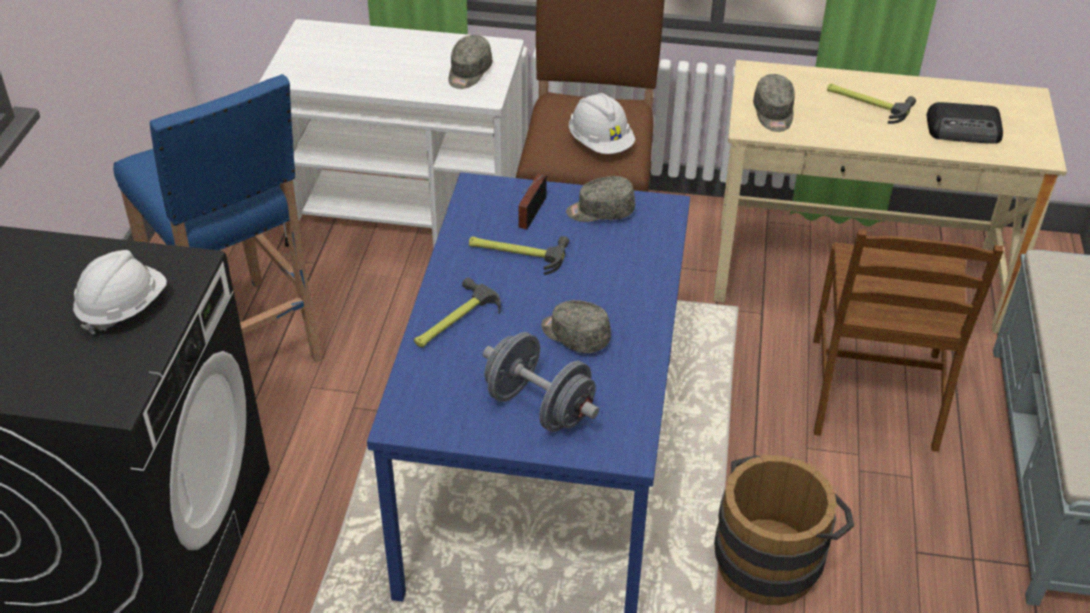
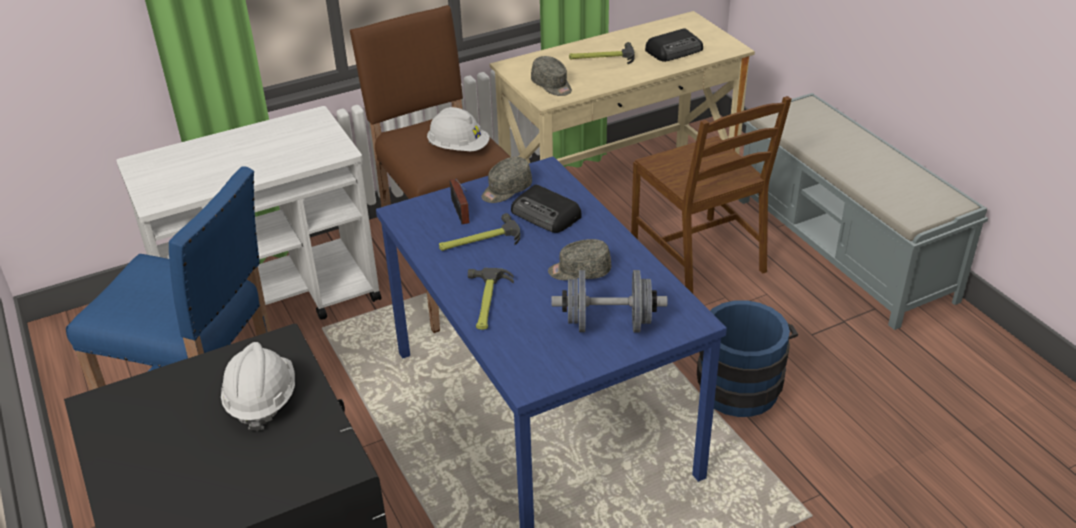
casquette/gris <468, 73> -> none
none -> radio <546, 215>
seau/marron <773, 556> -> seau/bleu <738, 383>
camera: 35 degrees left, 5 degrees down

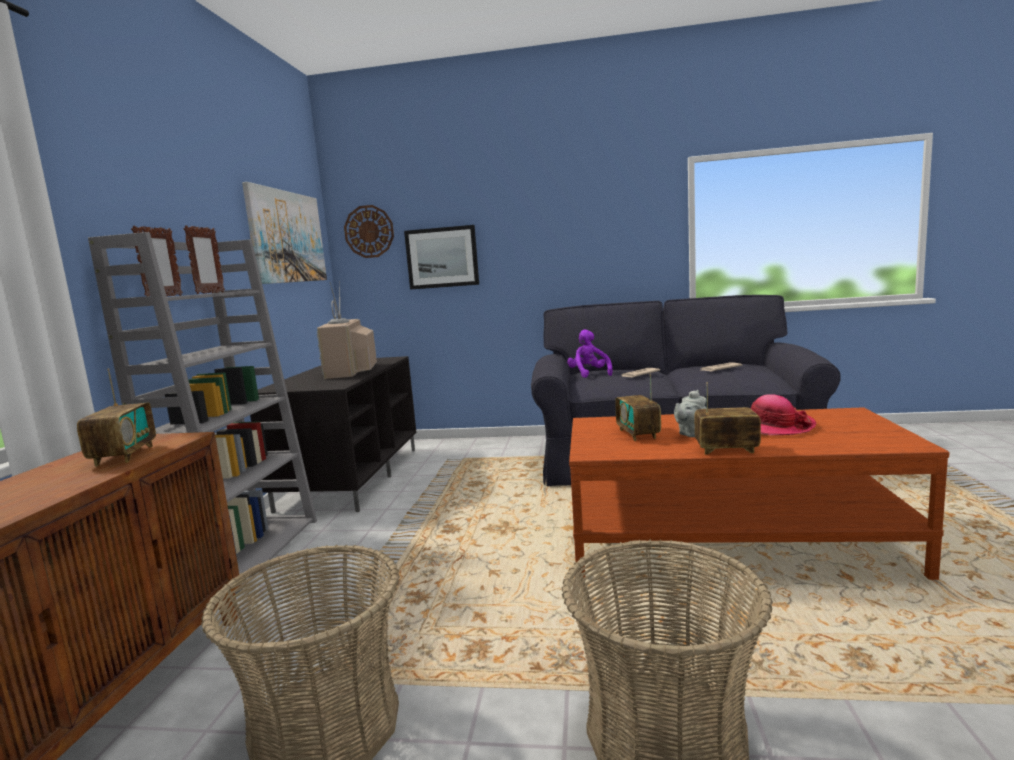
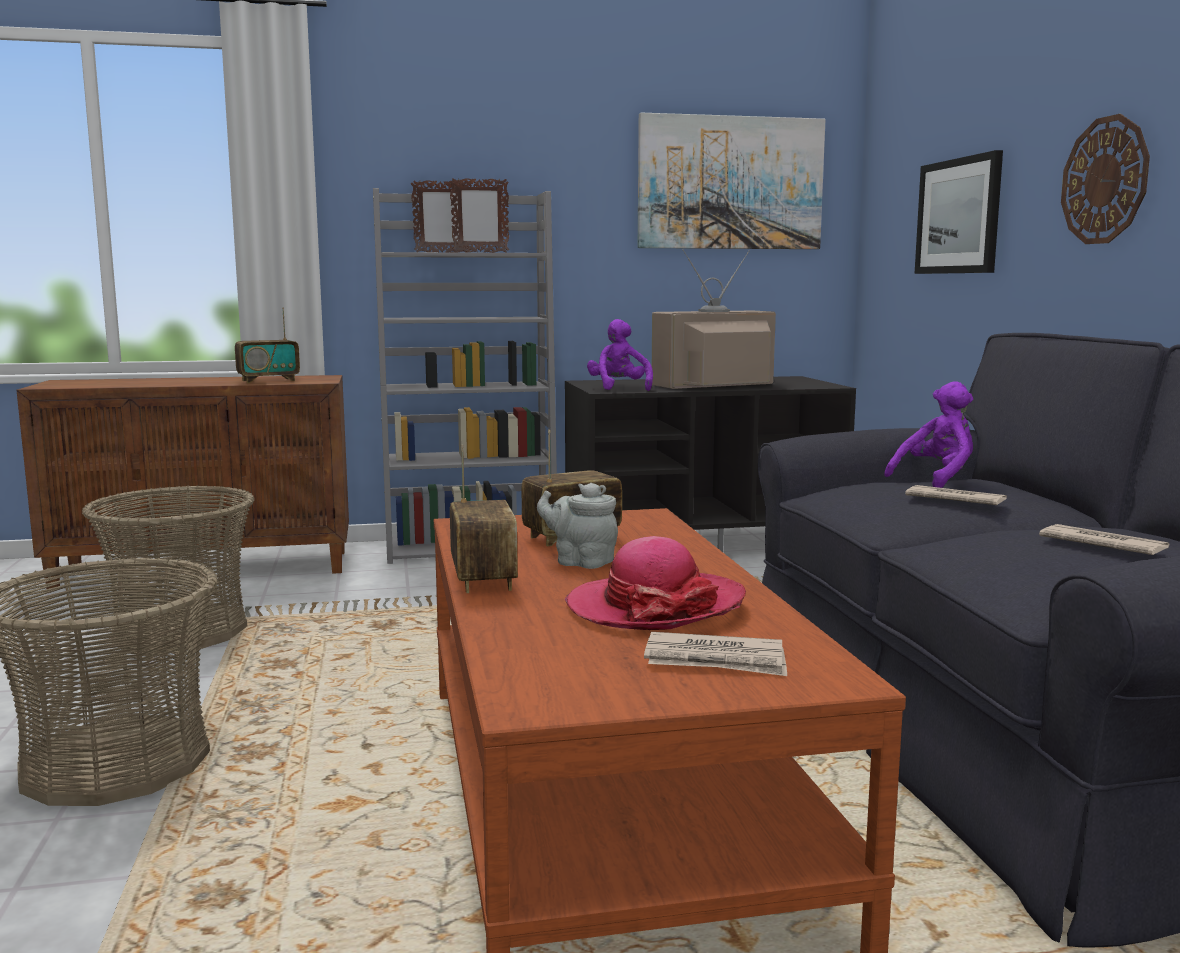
none -> peluche/violet <619, 388>
none -> journal <716, 660>
horloge murale <369, 231> -> horloge murale <1105, 180>, shifted
camera: 70 degrees right, 0 degrees up

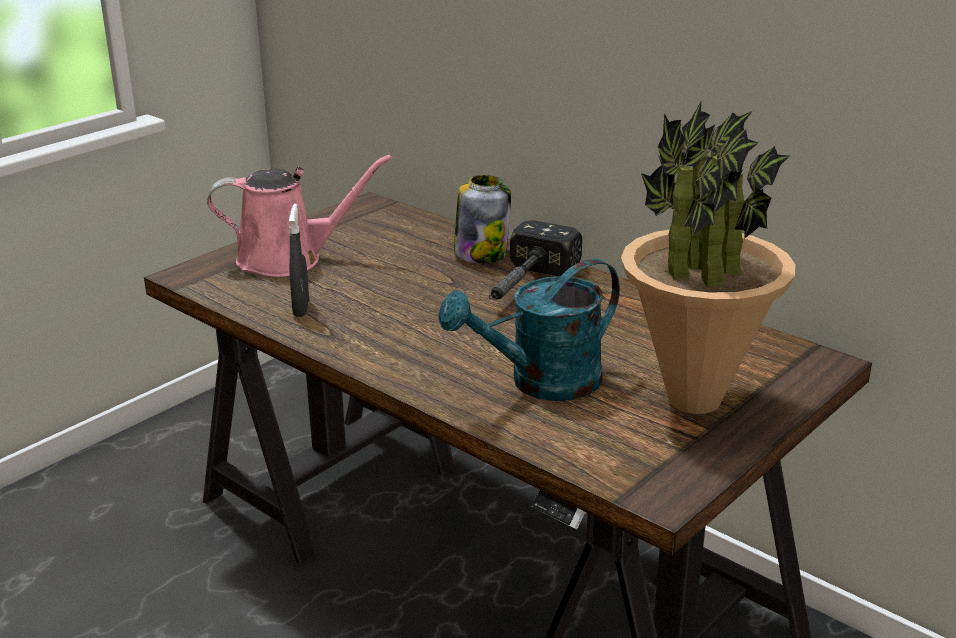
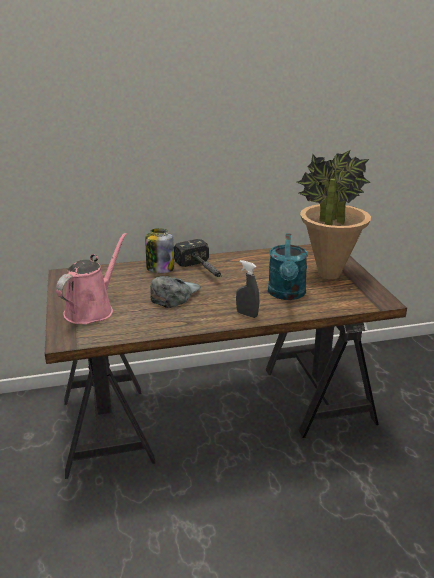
none -> casquette/gris <174, 295>
vaporisateur/gris <301, 309> -> vaporisateur/gris <247, 314>, shifted
camera: 55 degrees left, 0 degrees up

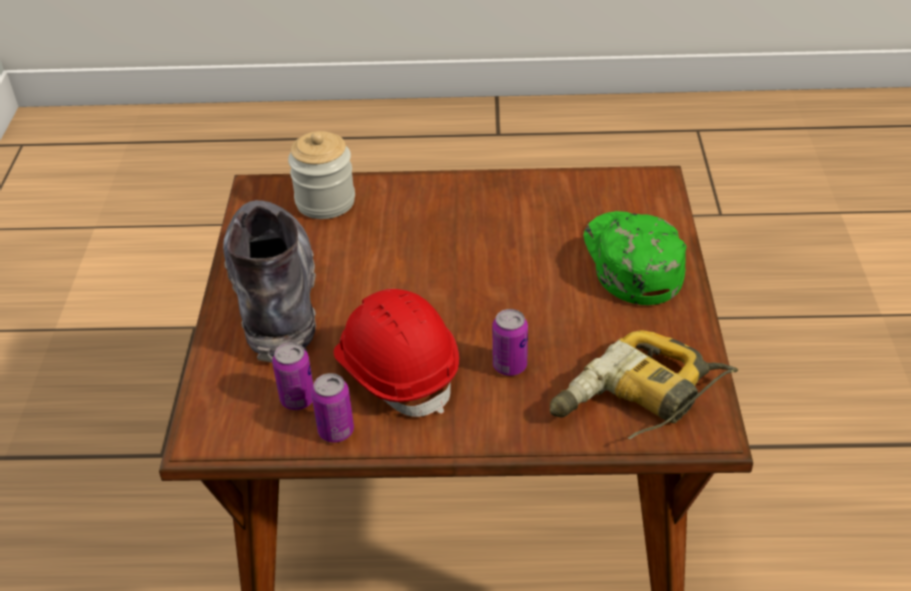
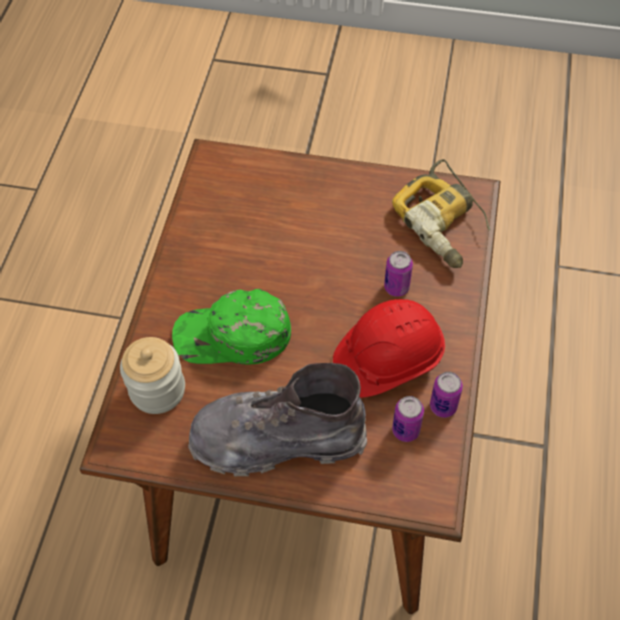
casquette/vert <630, 260> -> casquette/vert <232, 336>, shifted
camera: 80 degrees left, 15 degrees up

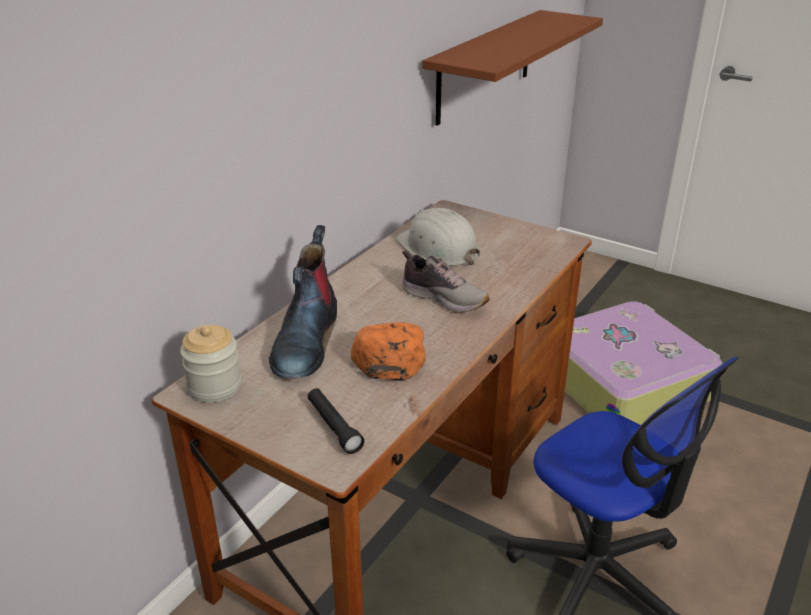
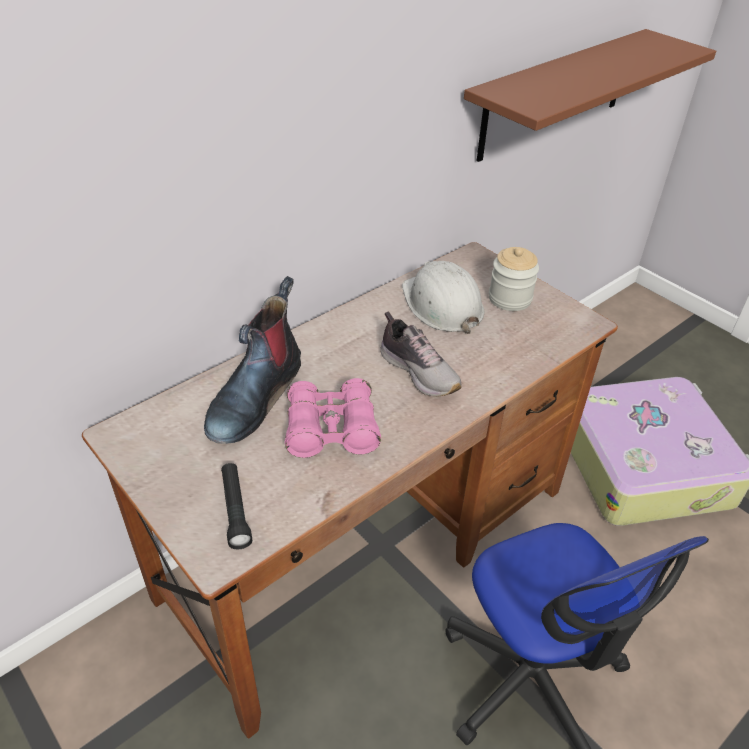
bocal <215, 387> -> bocal <510, 299>, shifted
casquette/orange <389, 353> -> jumelles/rose <331, 430>
camera: 15 degrees right, 10 degrees up

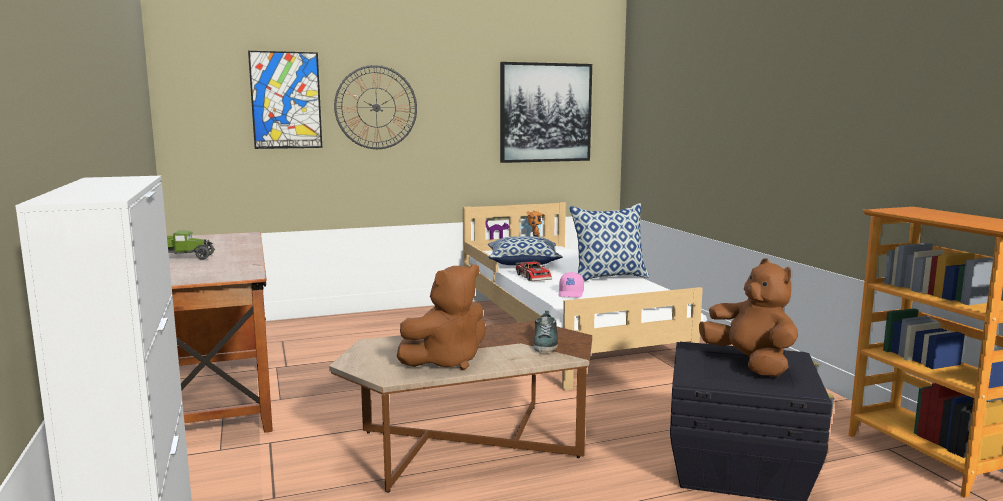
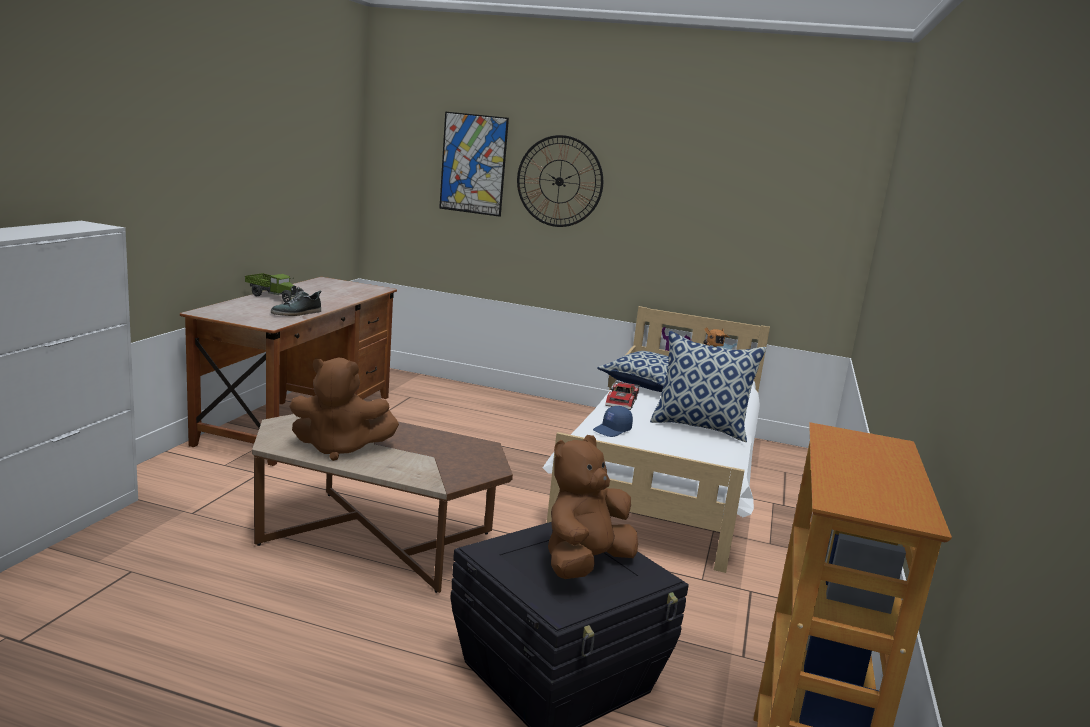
tableau <545, 112> -> none
chaussure <546, 343> -> chaussure <297, 313>, shifted
casquette/rose <571, 293> -> casquette/bleu <612, 430>
peluche/marron <750, 364> -> peluche/marron <584, 564>, 150 degrees counterclockwise
camera: 35 degrees right, 5 degrees up

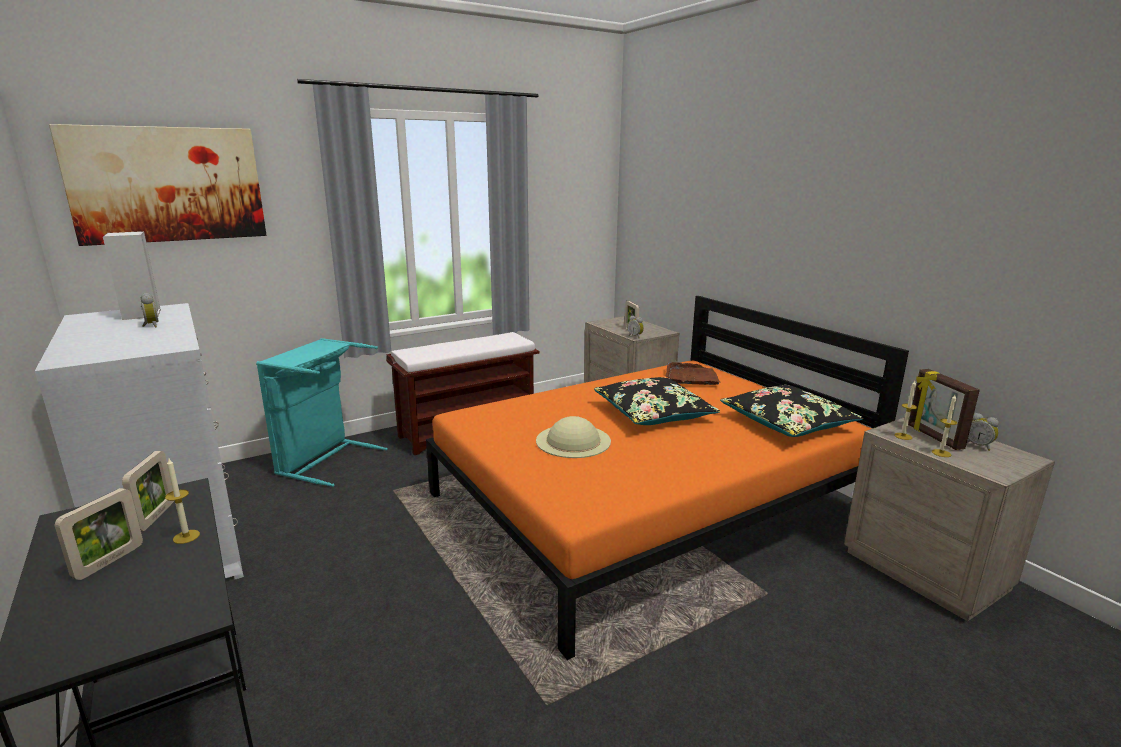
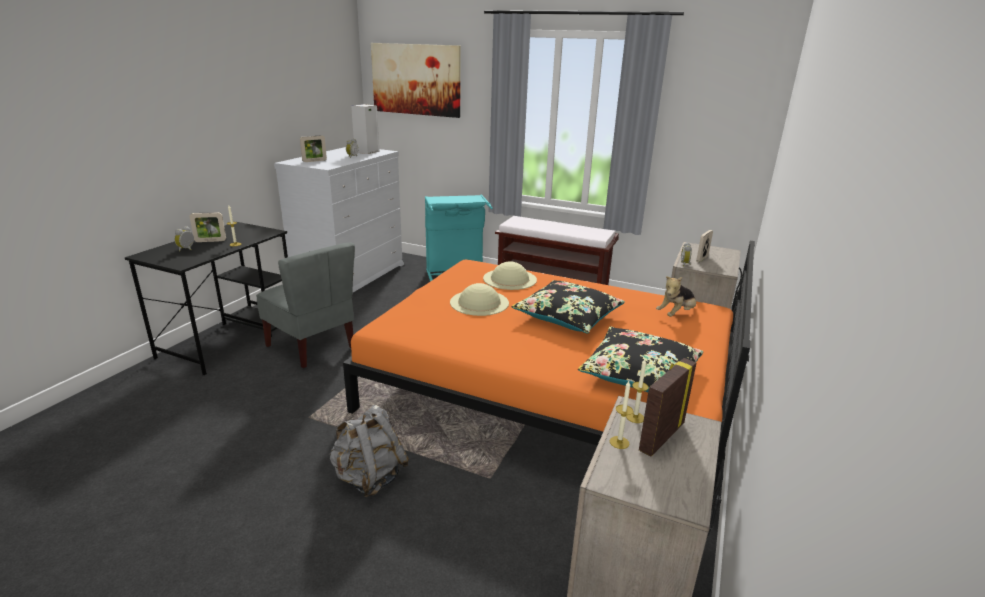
none -> chaise/gris <312, 346>
none -> sac à dos/gris <369, 478>
none -> chapeau/beige <509, 279>
cadre photo <156, 516> -> cadre photo <314, 161>, shifted
réveil <978, 446> -> réveil <187, 249>, shifted
plateau/marron <691, 377> -> peluche <676, 314>
camera: 55 degrees right, 5 degrees up

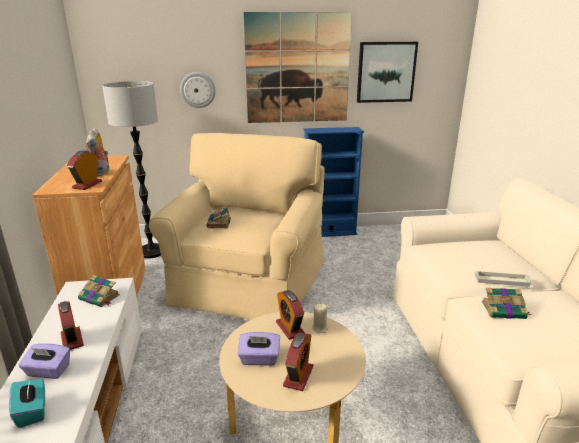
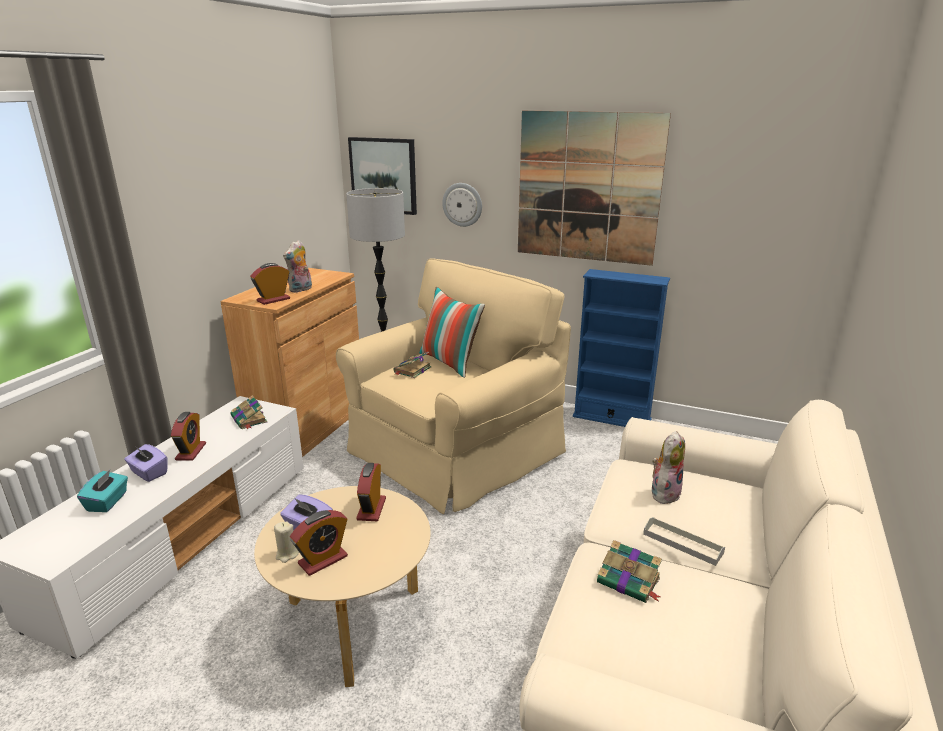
none -> coussin <450, 363>
none -> peluche <664, 493>
bougie/beige <320, 328> -> bougie/beige <287, 554>, shifted
tableau <386, 72> -> tableau <383, 175>, shifted
camera: 30 degrees right, 0 degrees up

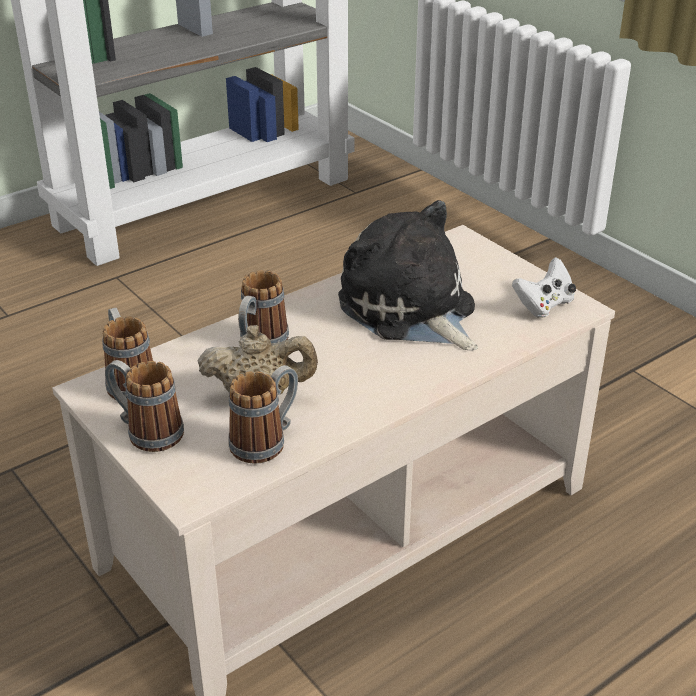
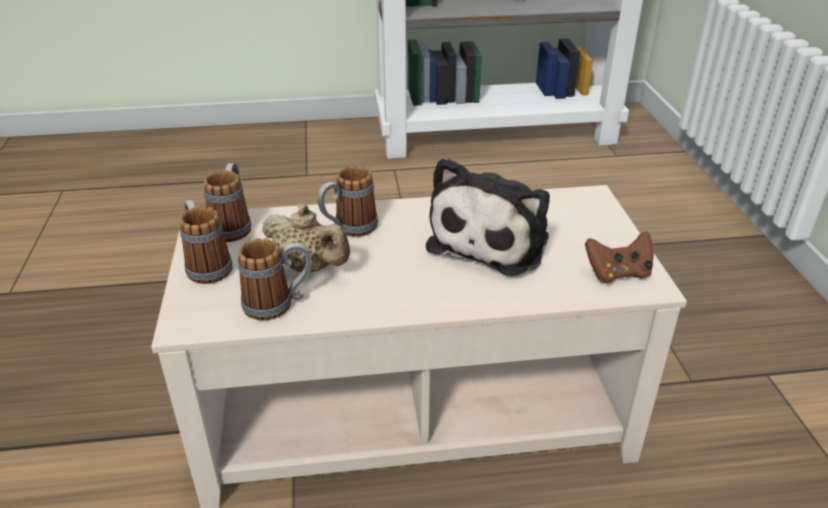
manette/blanc <544, 305> -> manette/marron <618, 273>
peluche <410, 310> -> peluche <492, 240>, 150 degrees counterclockwise
camera: 30 degrees right, 0 degrees up

